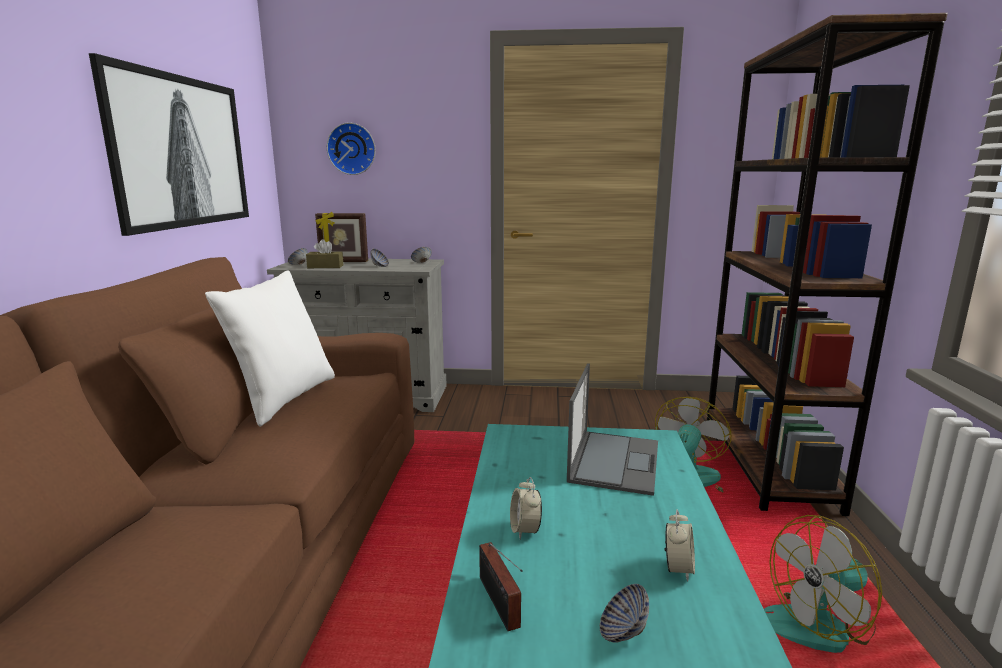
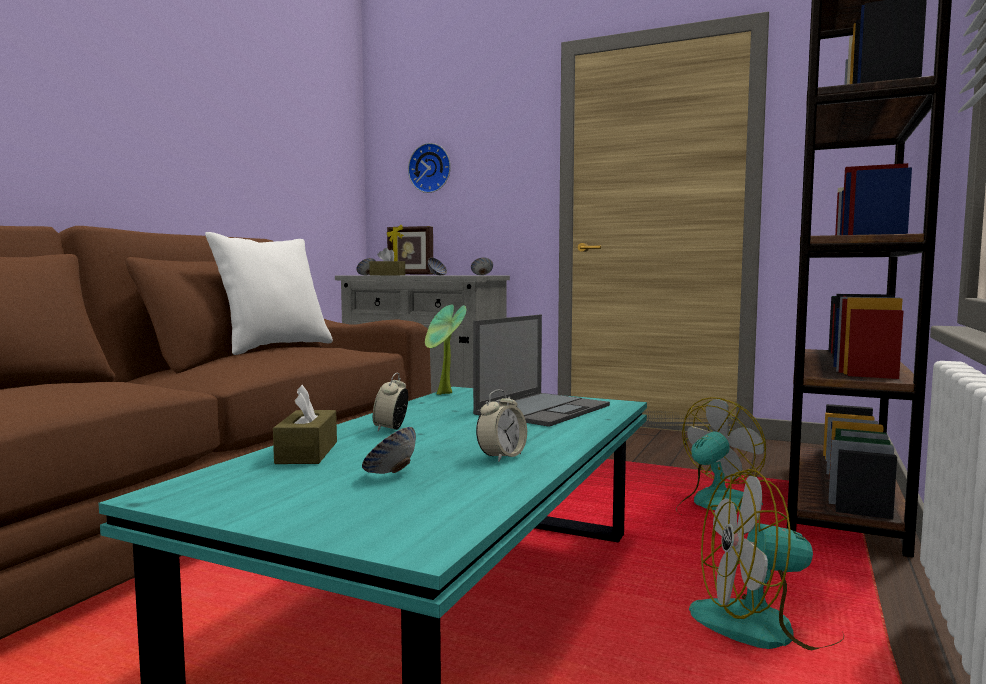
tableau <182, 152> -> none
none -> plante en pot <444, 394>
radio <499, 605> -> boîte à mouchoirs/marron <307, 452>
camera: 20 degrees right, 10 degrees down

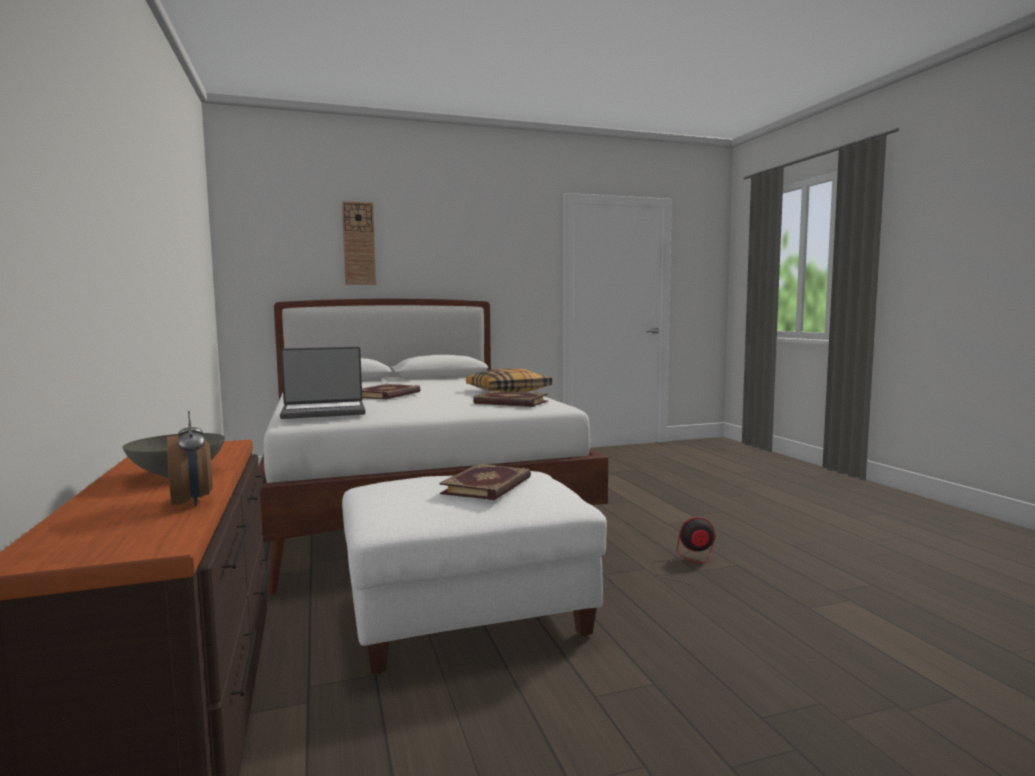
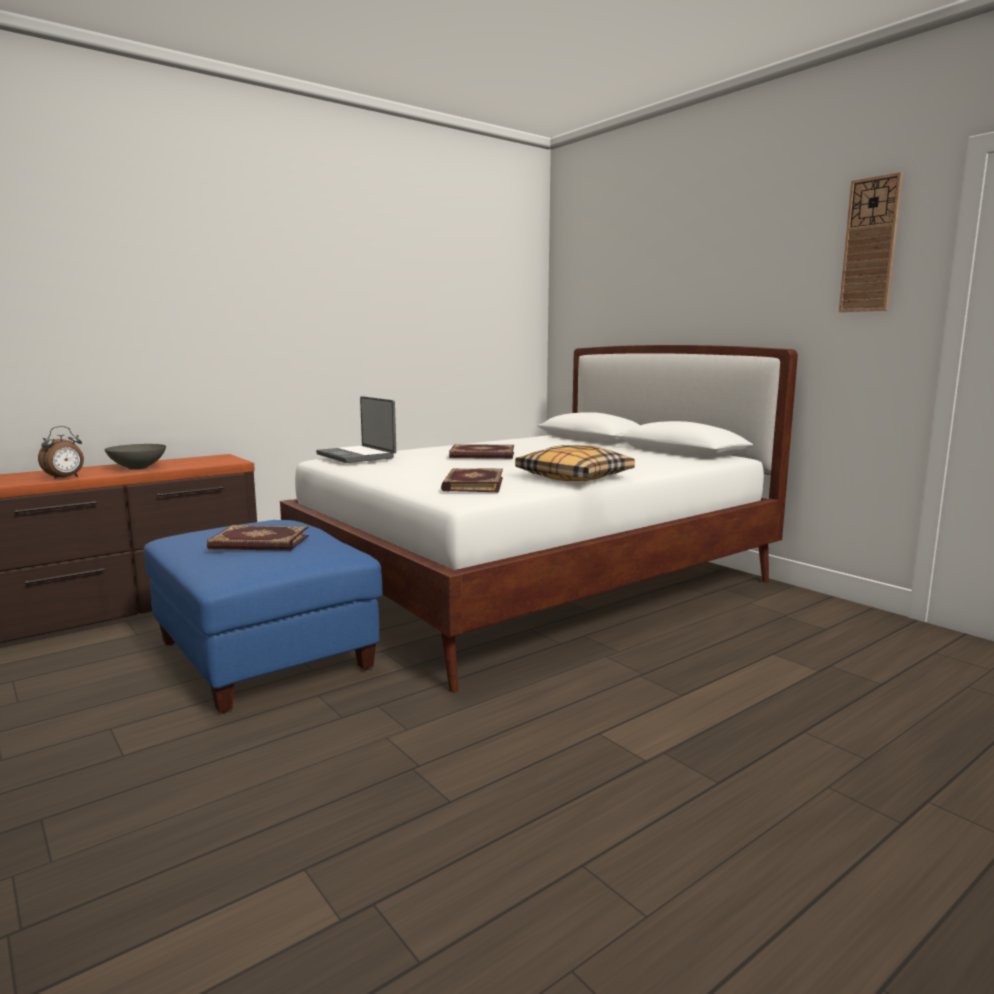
ventilateur <687, 563> -> none
horloge murale <359, 243> -> horloge murale <870, 245>, shifted
pouf/blanc <469, 615> -> pouf/bleu <265, 656>
camera: 70 degrees right, 5 degrees up

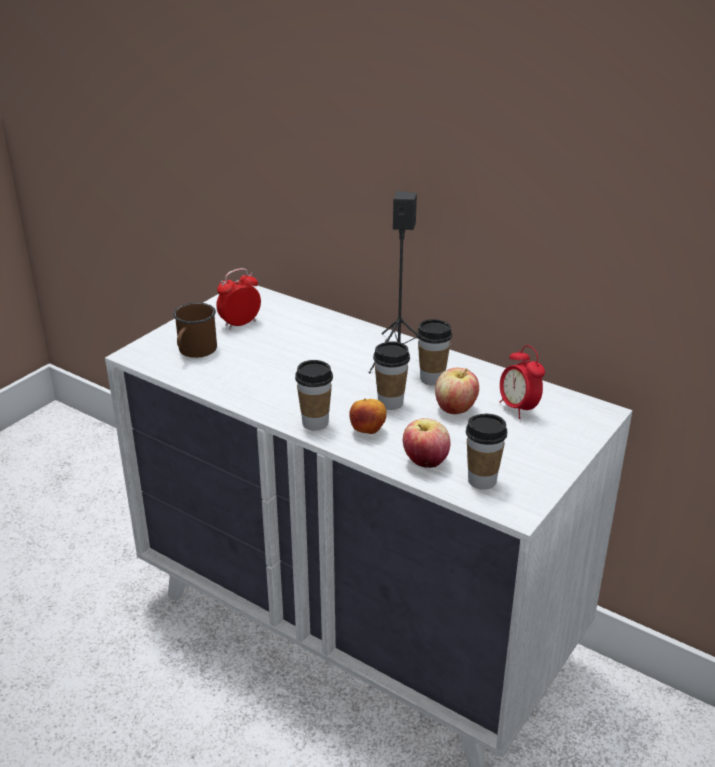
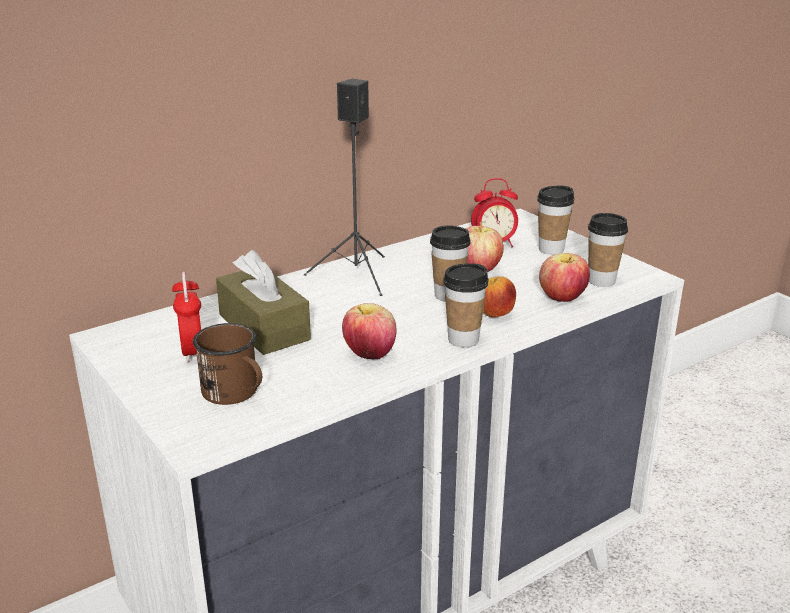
none -> boîte à mouchoirs/marron <264, 327>
none -> pomme <370, 354>
tasse <432, 379> -> tasse <551, 249>, shifted
camera: 70 degrees left, 5 degrees down

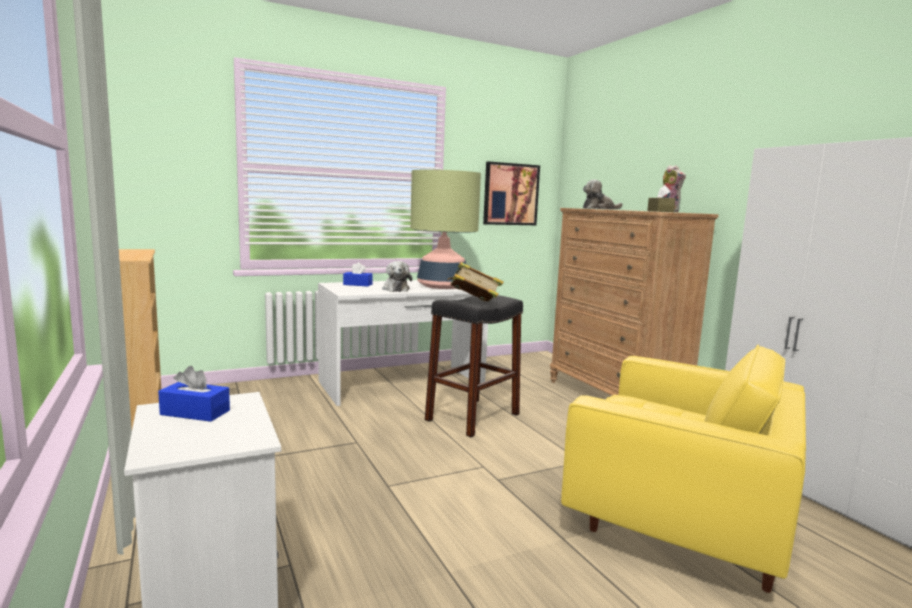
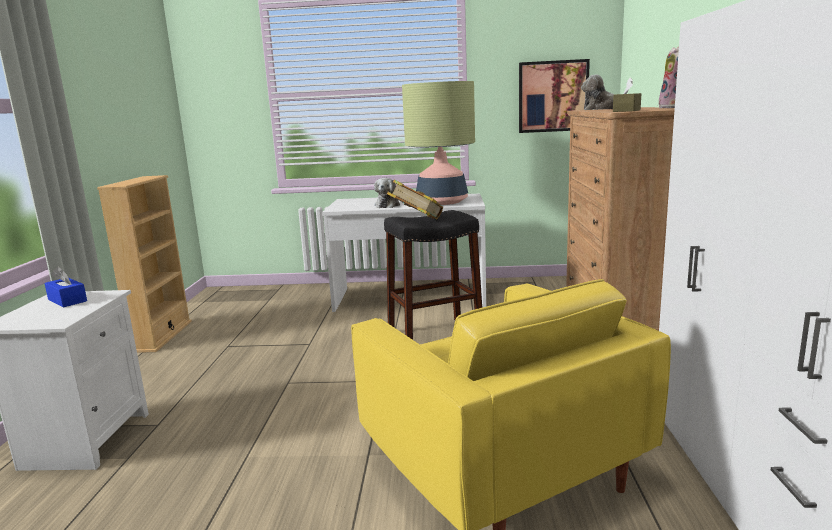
boîte à mouchoirs/bleu <357, 284> -> none
camera: 30 degrees right, 5 degrees up

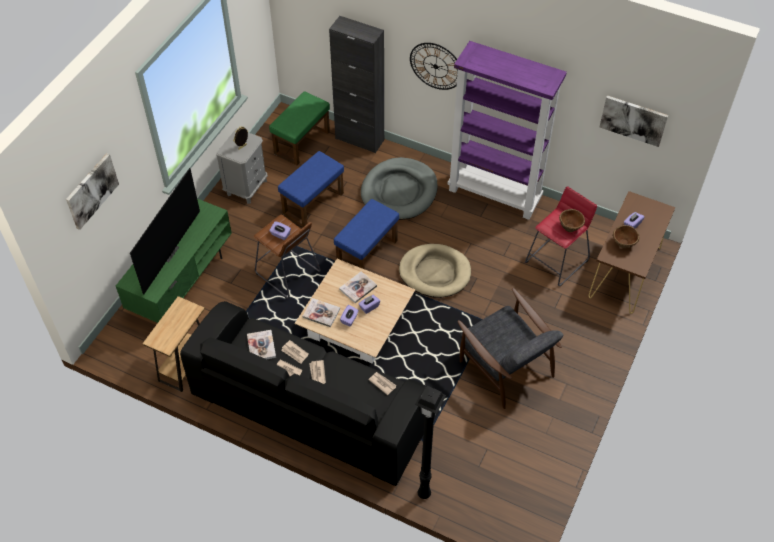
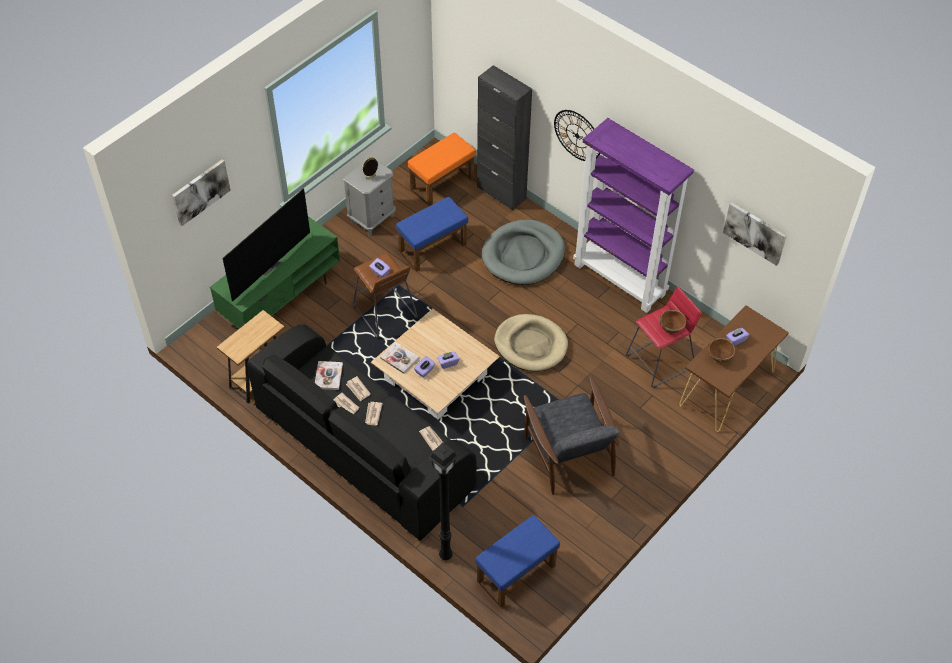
livre <358, 288> -> none
pouf/bleu <367, 252> -> pouf/bleu <516, 572>, shifted
pouf/vert <302, 142> -> pouf/orange <442, 183>
camera: 15 degrees right, 0 degrees up

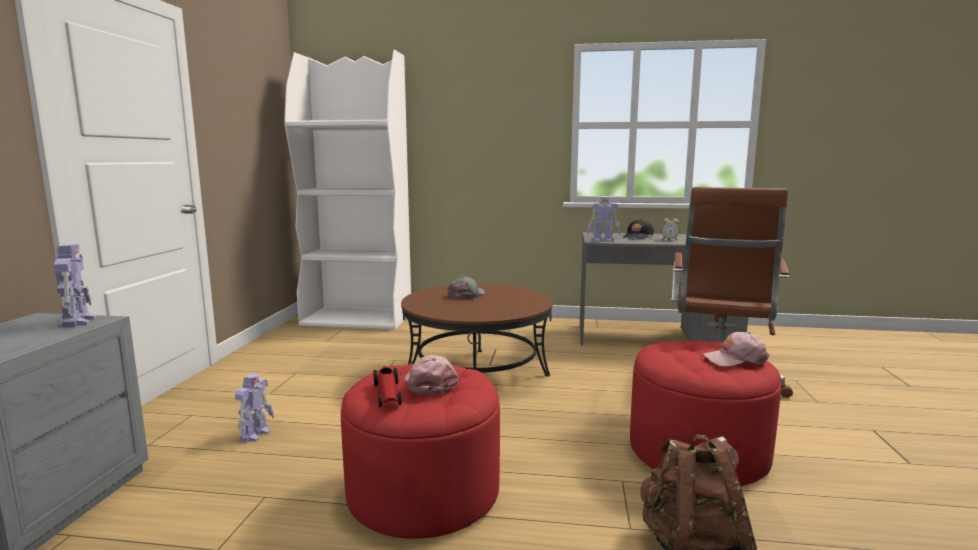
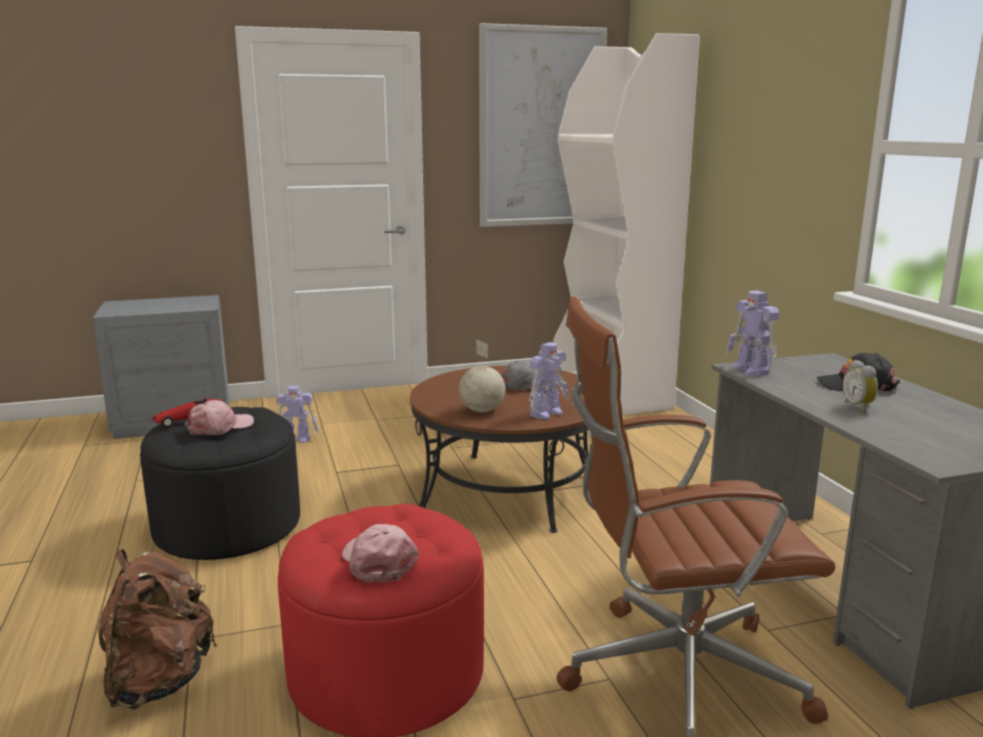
none -> globe <482, 411>
none -> tableau <541, 128>
robot jouet <78, 321> -> robot jouet <547, 413>, shifted
pouf/rouge <423, 492> -> pouf/noir <228, 526>
camera: 65 degrees right, 5 degrees up

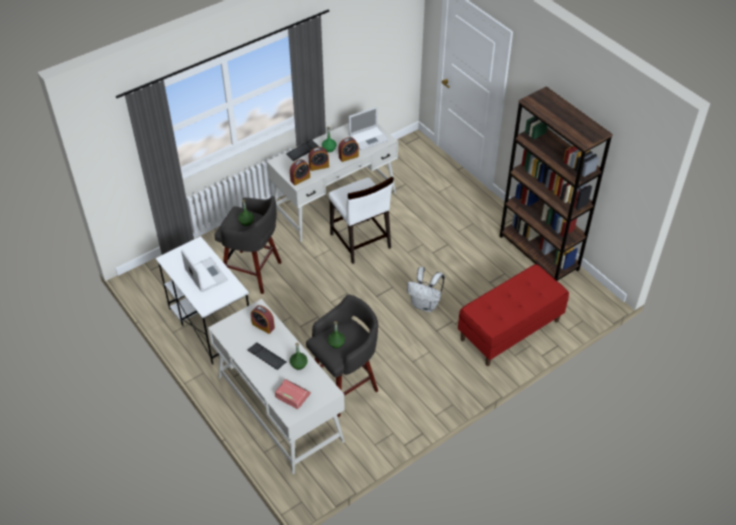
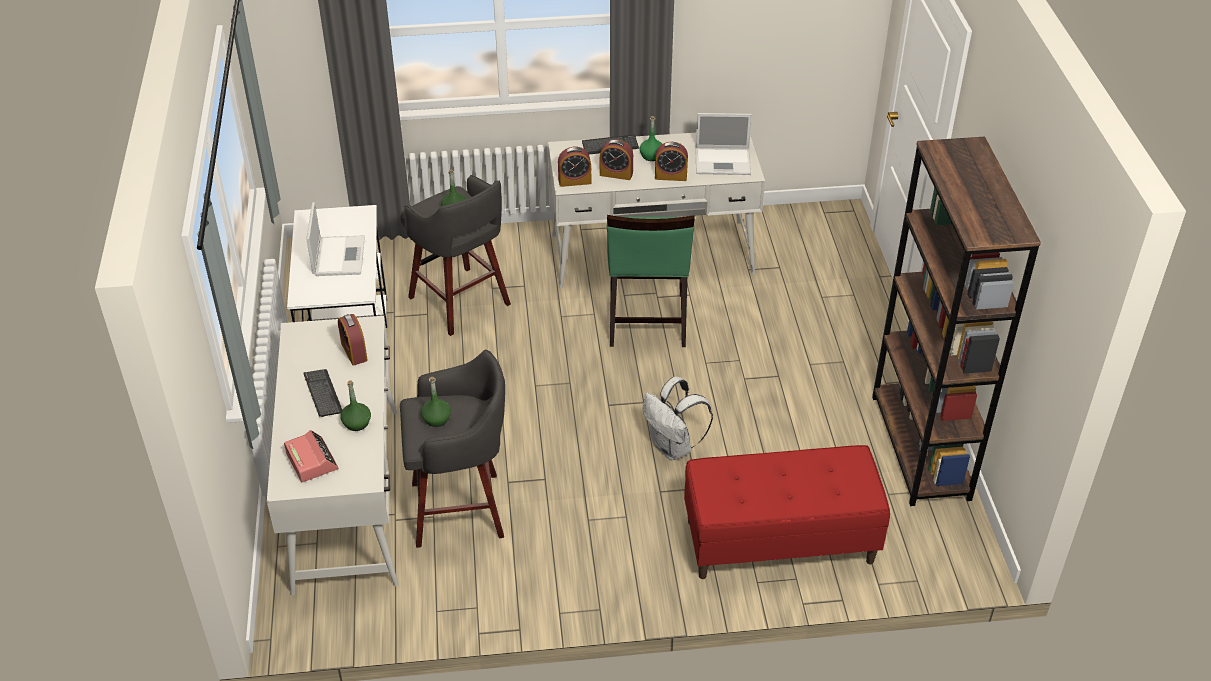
chaise/blanc <360, 241> -> chaise/vert <646, 320>
camera: 30 degrees right, 5 degrees down

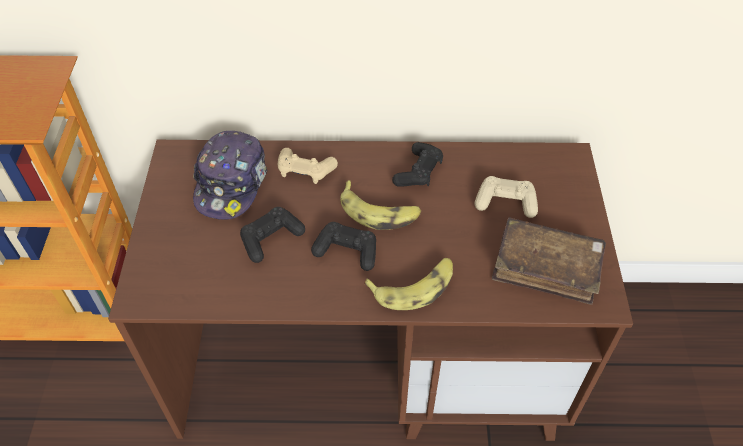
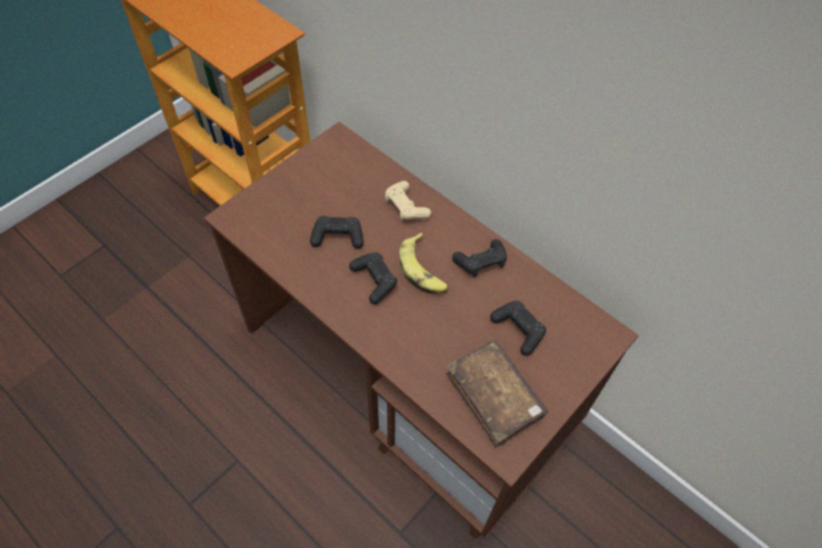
casquette <232, 184> -> none
banane <414, 287> -> none
manette/beige <505, 202> -> manette/noir <518, 330>
camera: 40 degrees right, 5 degrees up

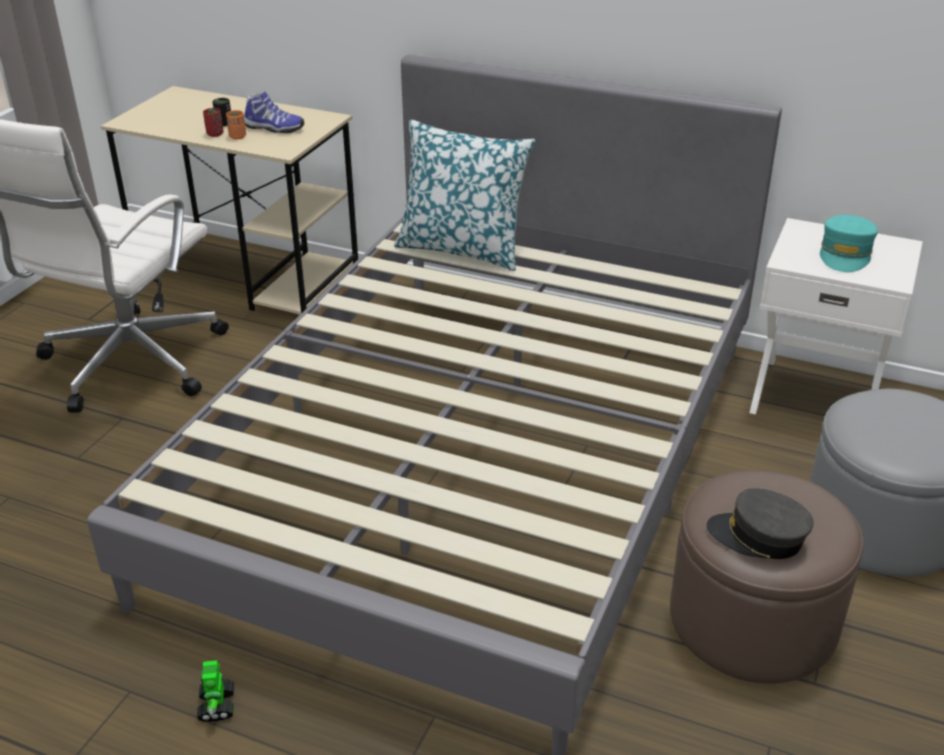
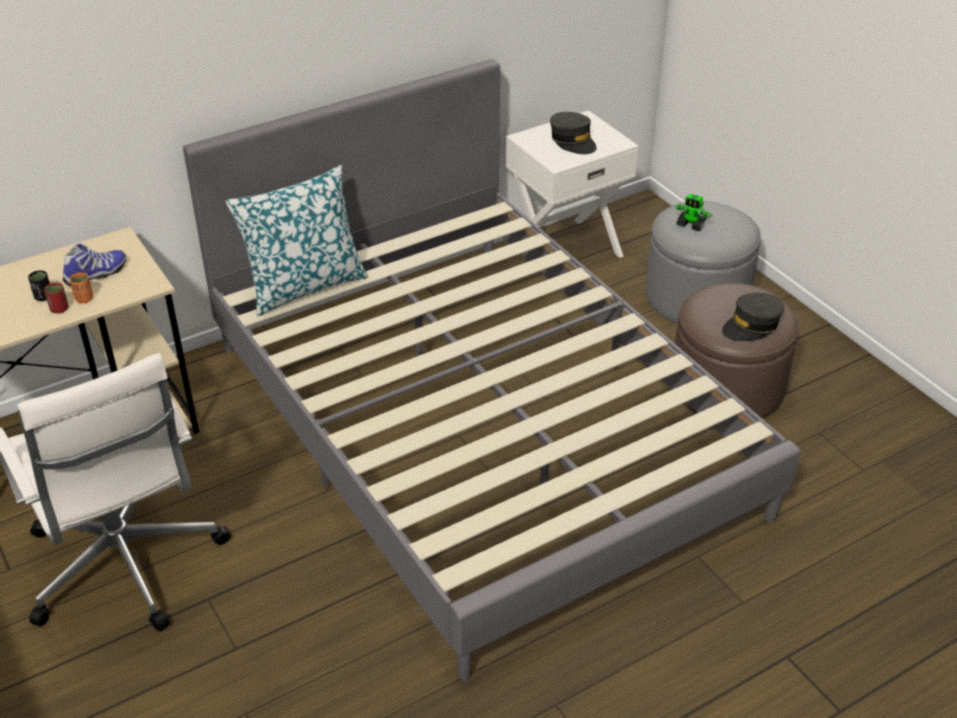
robot jouet <217, 705> -> robot jouet <691, 225>, shifted
casquette/turquoise <845, 254> -> casquette/gris <573, 141>
camera: 55 degrees left, 5 degrees up

